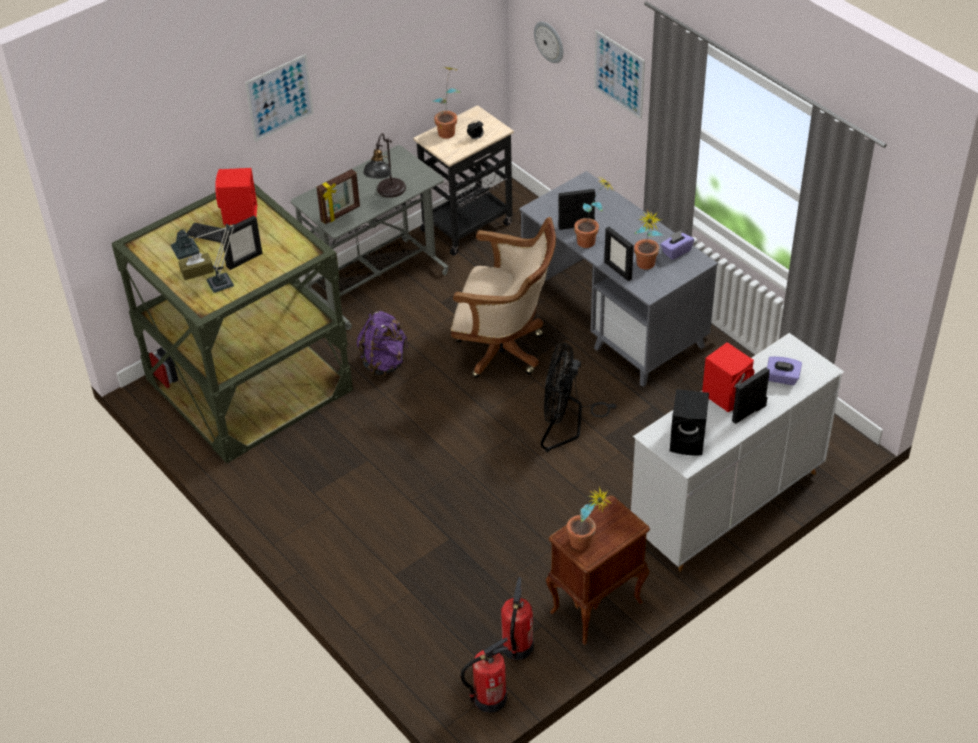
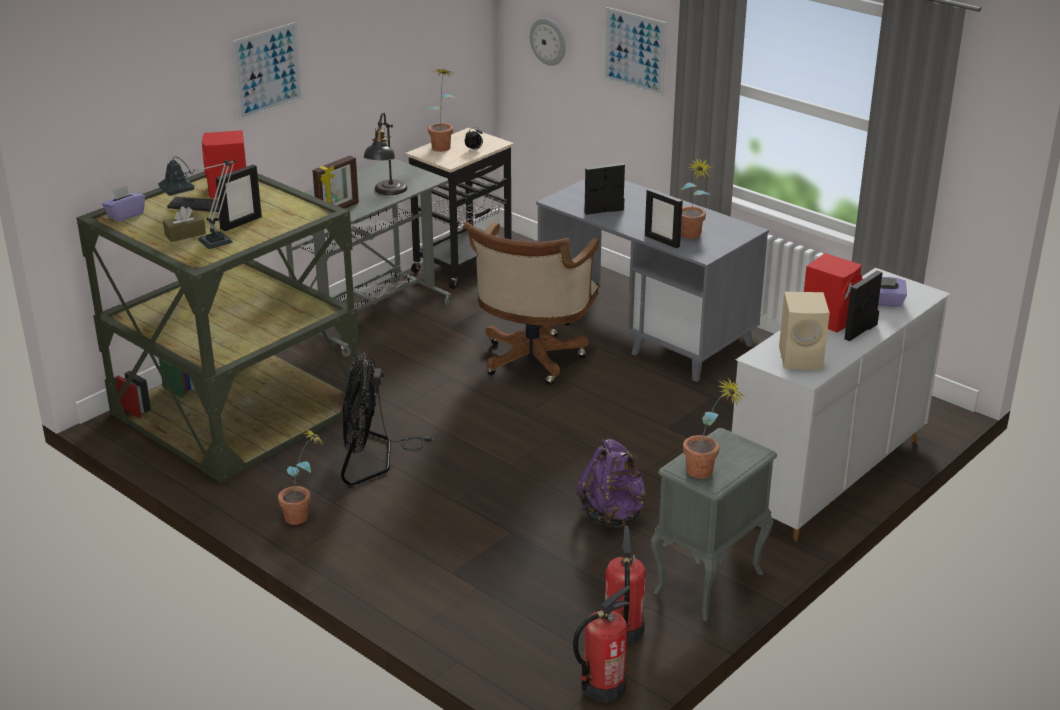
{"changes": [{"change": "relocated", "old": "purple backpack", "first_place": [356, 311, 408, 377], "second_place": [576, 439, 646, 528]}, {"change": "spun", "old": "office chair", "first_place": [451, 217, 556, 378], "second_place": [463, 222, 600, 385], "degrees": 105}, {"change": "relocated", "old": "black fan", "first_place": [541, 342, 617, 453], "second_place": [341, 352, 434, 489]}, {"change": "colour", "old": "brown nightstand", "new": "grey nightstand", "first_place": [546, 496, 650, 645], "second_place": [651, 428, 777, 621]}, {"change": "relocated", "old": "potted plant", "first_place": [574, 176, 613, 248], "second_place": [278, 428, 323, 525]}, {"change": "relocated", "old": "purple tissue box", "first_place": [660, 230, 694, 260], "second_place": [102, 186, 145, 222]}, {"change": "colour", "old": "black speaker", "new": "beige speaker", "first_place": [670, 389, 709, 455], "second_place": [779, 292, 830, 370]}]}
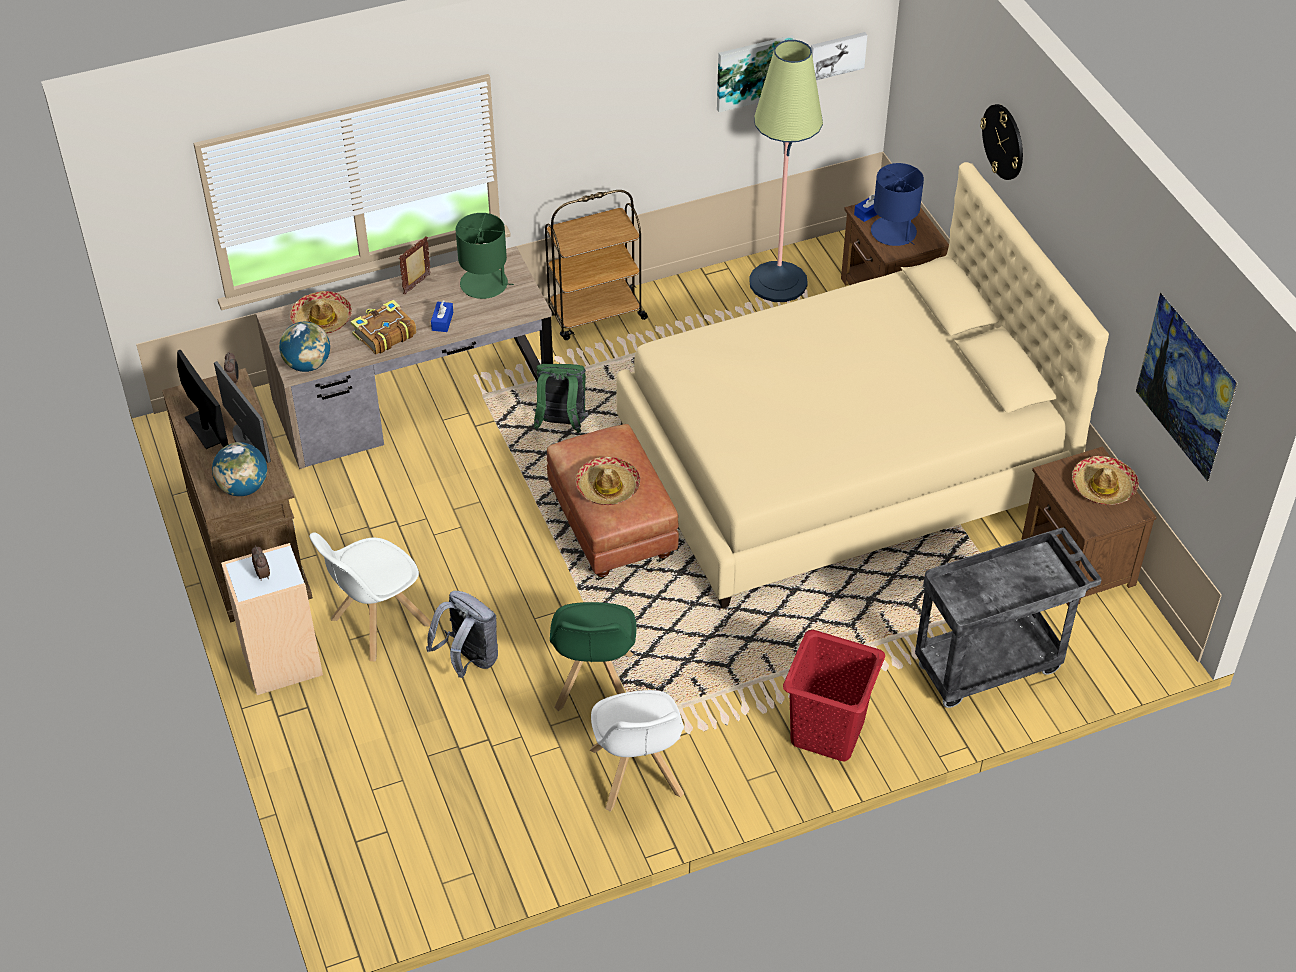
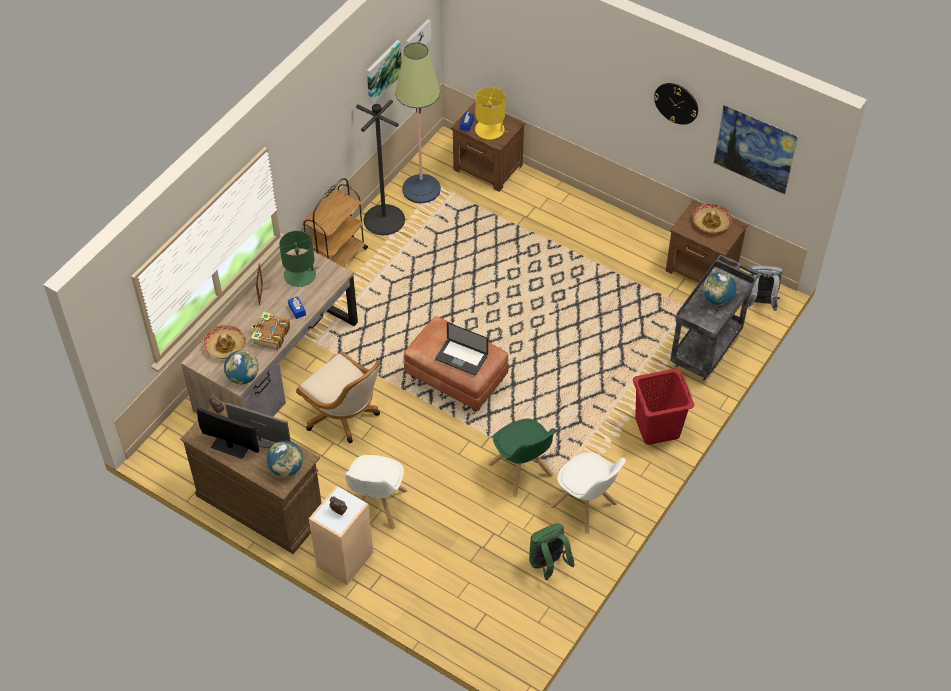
{"changes": [{"change": "relocated", "old": "grey backpack", "first_place": [426, 591, 498, 678], "second_place": [747, 266, 783, 311]}, {"change": "relocated", "old": "green backpack", "first_place": [533, 364, 588, 433], "second_place": [529, 523, 575, 580]}, {"change": "exchanged", "old": "hat", "new": "laptop", "first_place": [575, 457, 641, 505], "second_place": [435, 322, 488, 375]}, {"change": "missing", "old": "beige bed", "first_place": [616, 162, 1109, 608]}, {"change": "colour", "old": "blue table lamp", "new": "yellow table lamp", "first_place": [871, 163, 924, 246], "second_place": [475, 87, 507, 140]}, {"change": "relocated", "old": "wall clock", "first_place": [980, 104, 1023, 180], "second_place": [654, 83, 698, 125]}, {"change": "appeared", "new": "office chair", "second_place": [296, 351, 380, 443]}, {"change": "appeared", "new": "black clothes rack", "second_place": [356, 100, 405, 235]}, {"change": "appeared", "new": "globe", "second_place": [703, 272, 736, 305]}]}
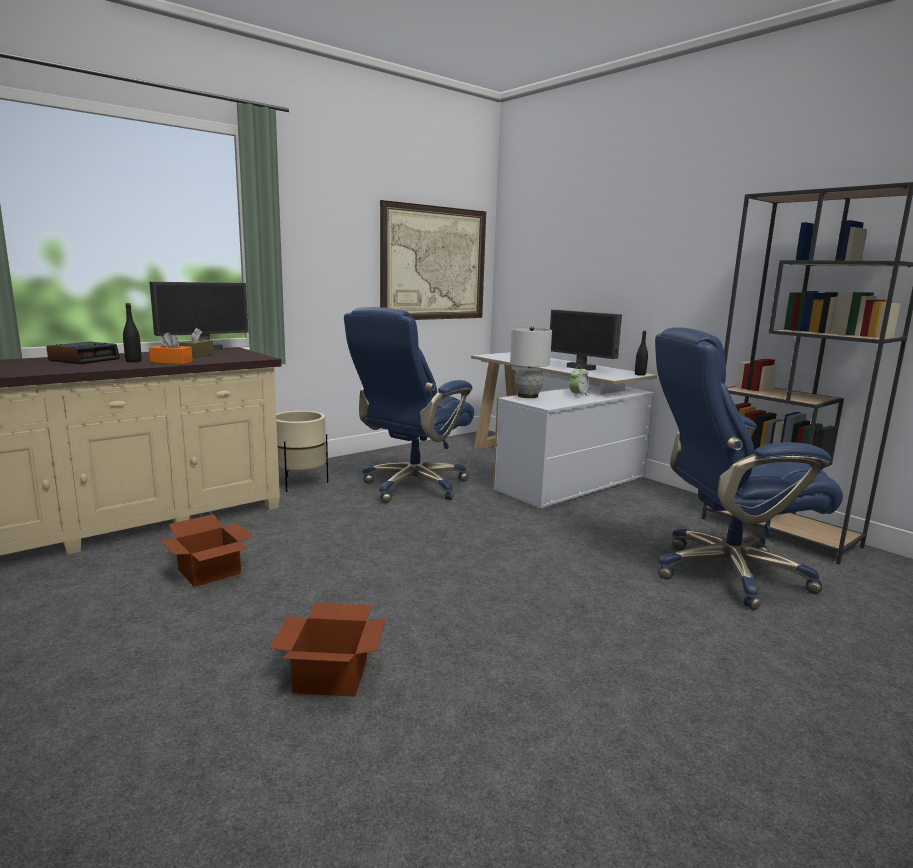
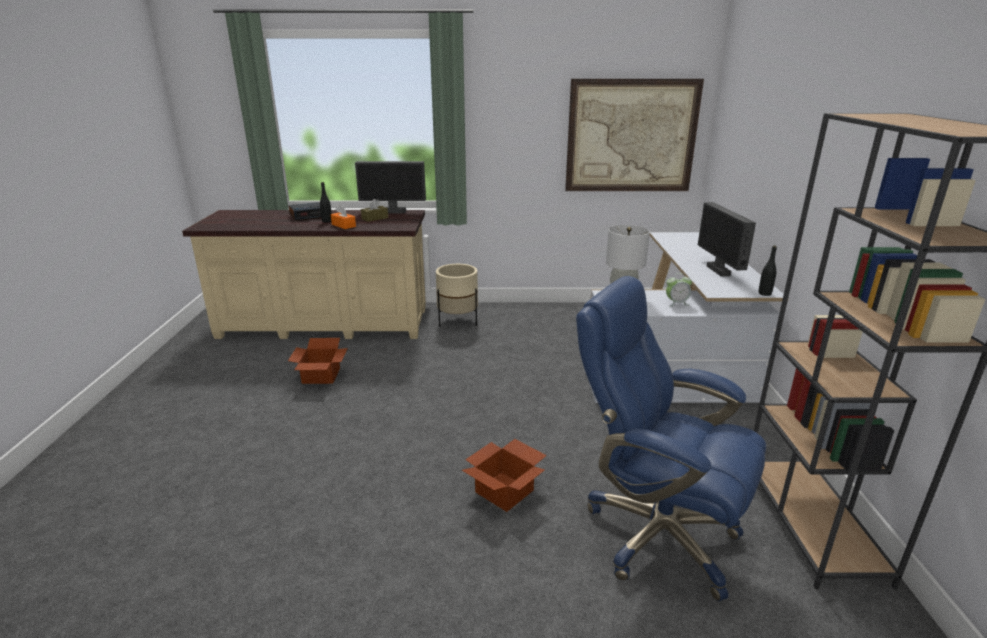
{"changes": [{"change": "relocated", "old": "cardboard box", "first_place": [269, 603, 386, 697], "second_place": [462, 439, 547, 512]}, {"change": "missing", "old": "blue office chair", "first_place": [344, 307, 474, 503]}]}
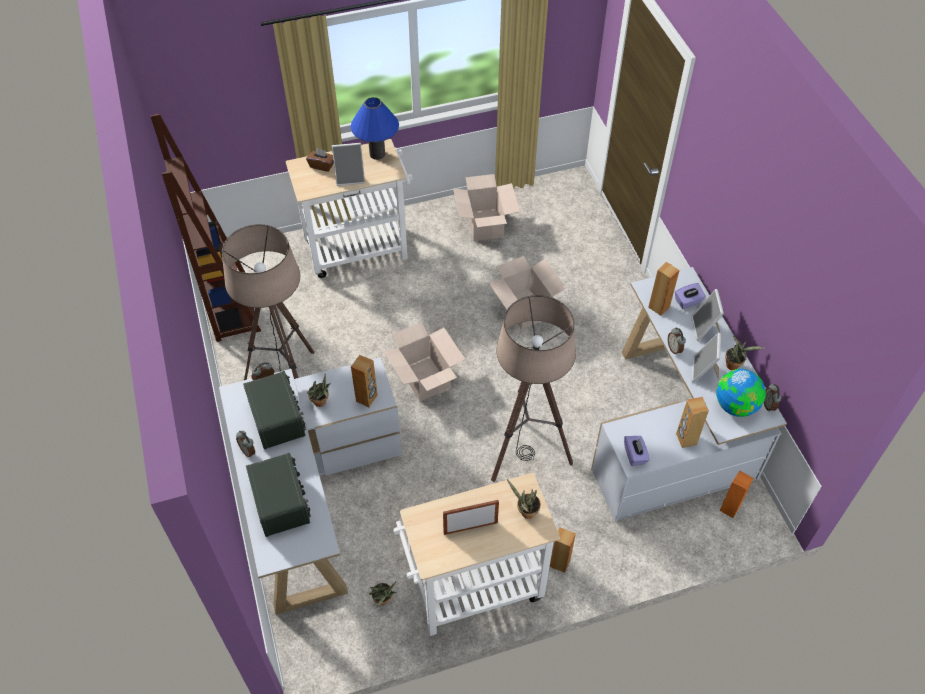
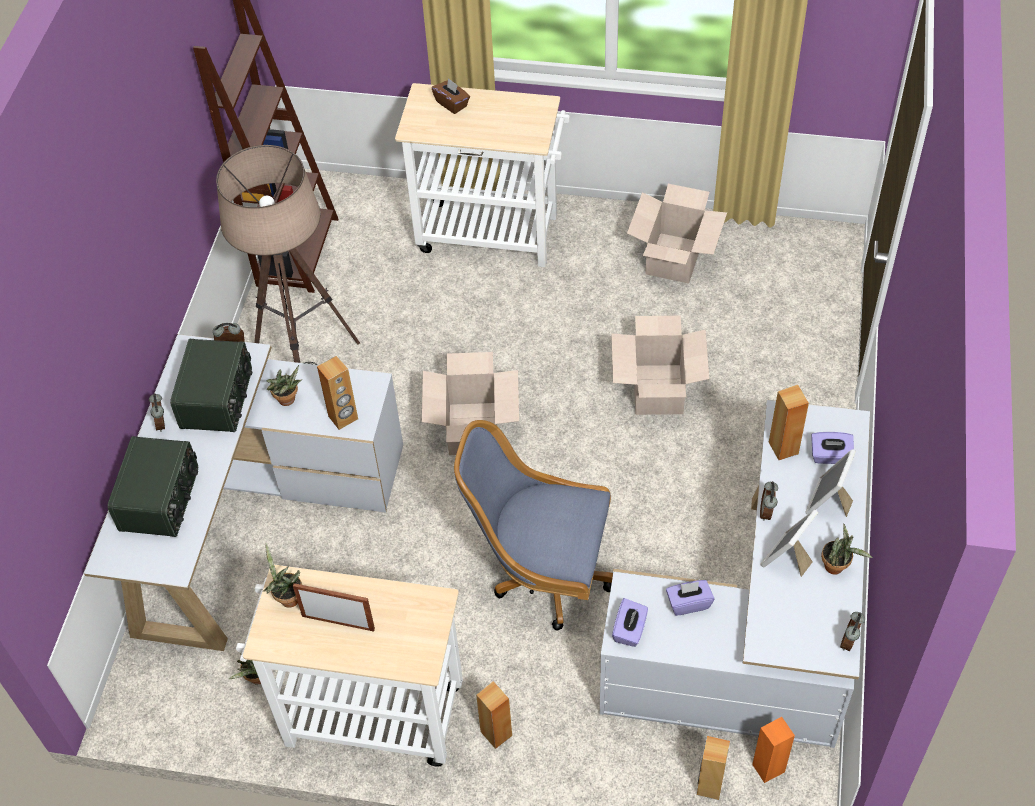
{"changes": [{"change": "missing", "old": "picture frame", "first_place": [332, 143, 365, 186]}, {"change": "missing", "old": "blue table lamp", "first_place": [350, 97, 399, 160]}, {"change": "exchanged", "old": "floor lamp", "new": "blue office chair", "first_place": [491, 295, 576, 482], "second_place": [454, 420, 613, 630]}, {"change": "relocated", "old": "potted plant", "first_place": [507, 479, 541, 519], "second_place": [263, 543, 302, 608]}, {"change": "relocated", "old": "brown speaker", "first_place": [676, 397, 709, 448], "second_place": [697, 736, 730, 800]}, {"change": "missing", "old": "globe", "first_place": [716, 369, 766, 417]}, {"change": "appeared", "new": "purple tissue box", "second_place": [666, 580, 714, 616]}]}
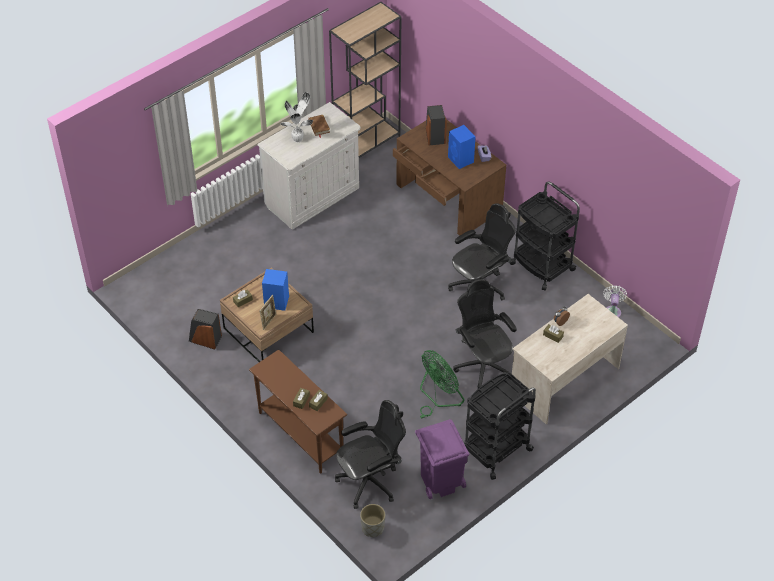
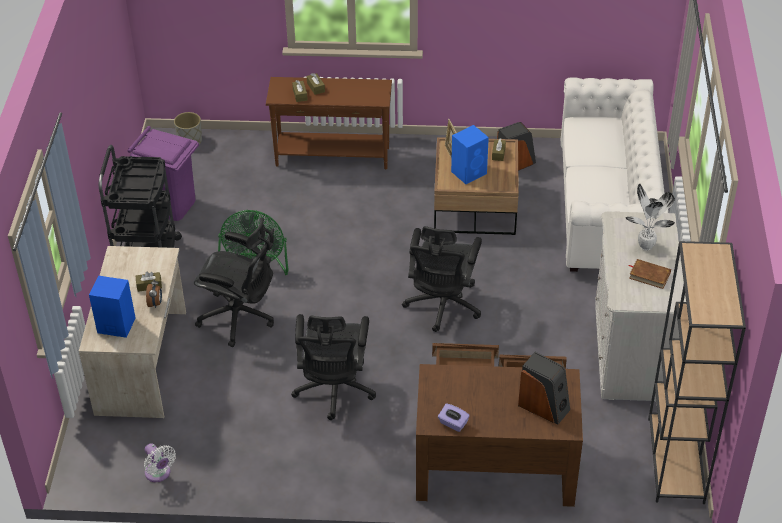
{"changes": [{"change": "relocated", "old": "office chair", "first_place": [335, 400, 406, 509], "second_place": [402, 226, 482, 332]}, {"change": "relocated", "old": "blue speaker", "first_place": [448, 125, 476, 169], "second_place": [89, 276, 135, 338]}, {"change": "missing", "old": "black cart", "first_place": [509, 182, 580, 291]}, {"change": "appeared", "new": "white sofa", "second_place": [561, 77, 669, 272]}]}
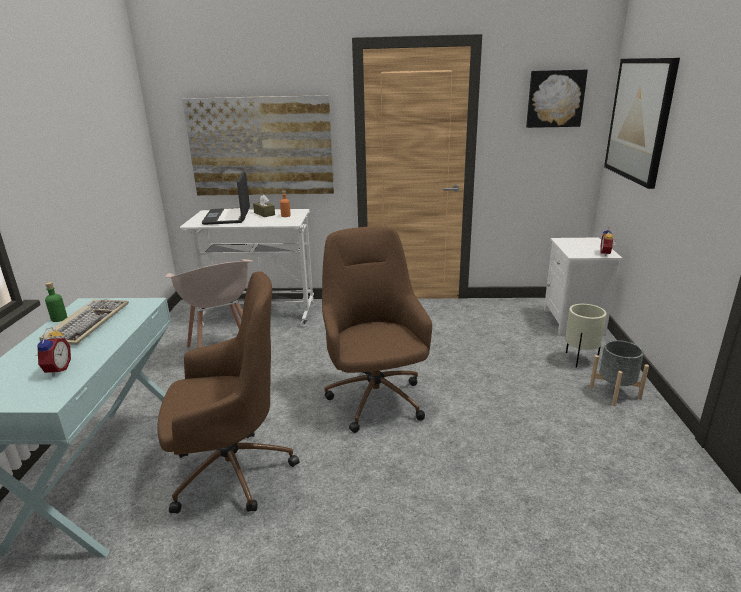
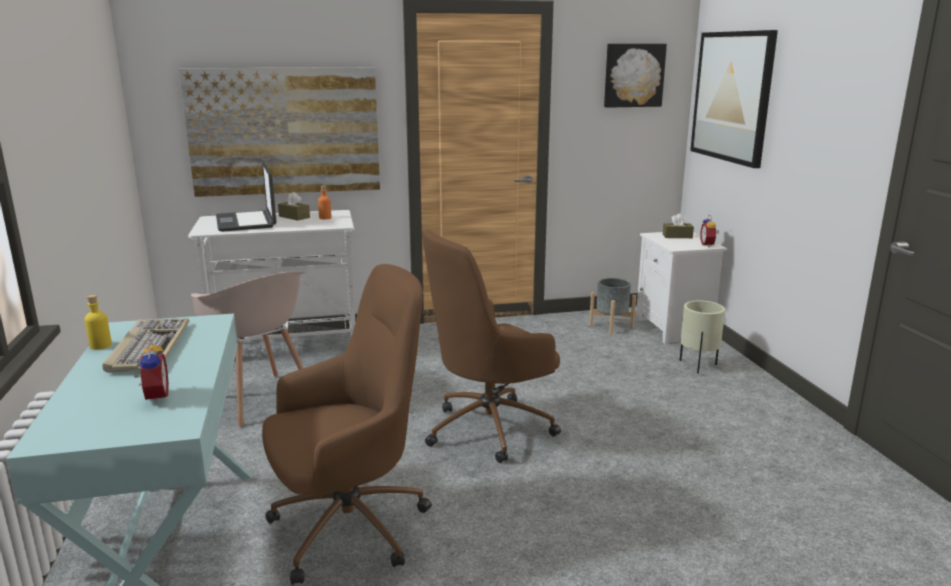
{"changes": [{"change": "colour", "old": "green bottle", "new": "yellow bottle", "first_place": [45, 282, 67, 322], "second_place": [85, 295, 112, 350]}, {"change": "spun", "old": "brown office chair", "first_place": [322, 226, 432, 433], "second_place": [422, 230, 561, 463], "degrees": -90}, {"change": "relocated", "old": "grey planter", "first_place": [589, 340, 649, 406], "second_place": [589, 278, 636, 334]}, {"change": "appeared", "new": "brown tissue box", "second_place": [663, 213, 694, 238]}]}
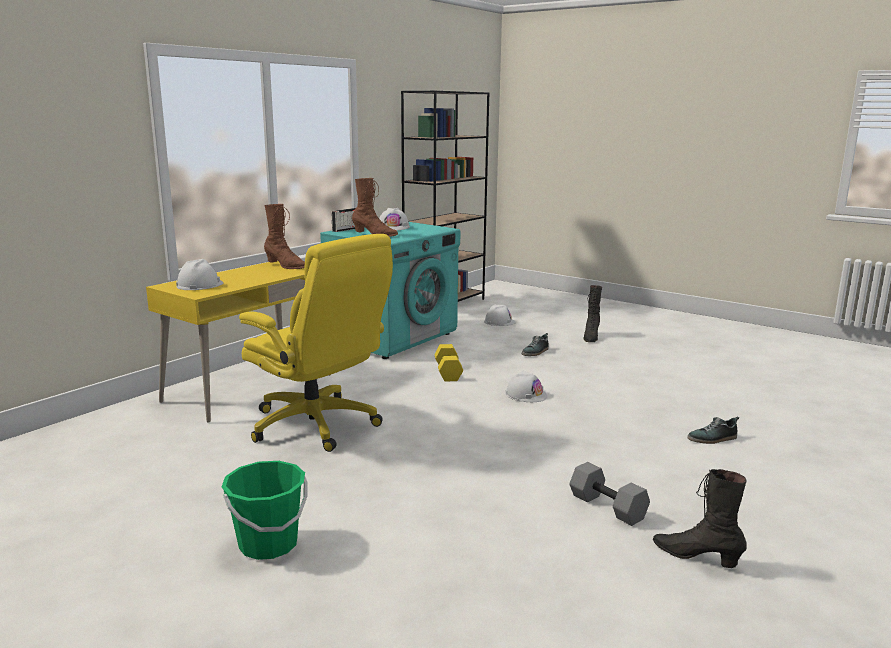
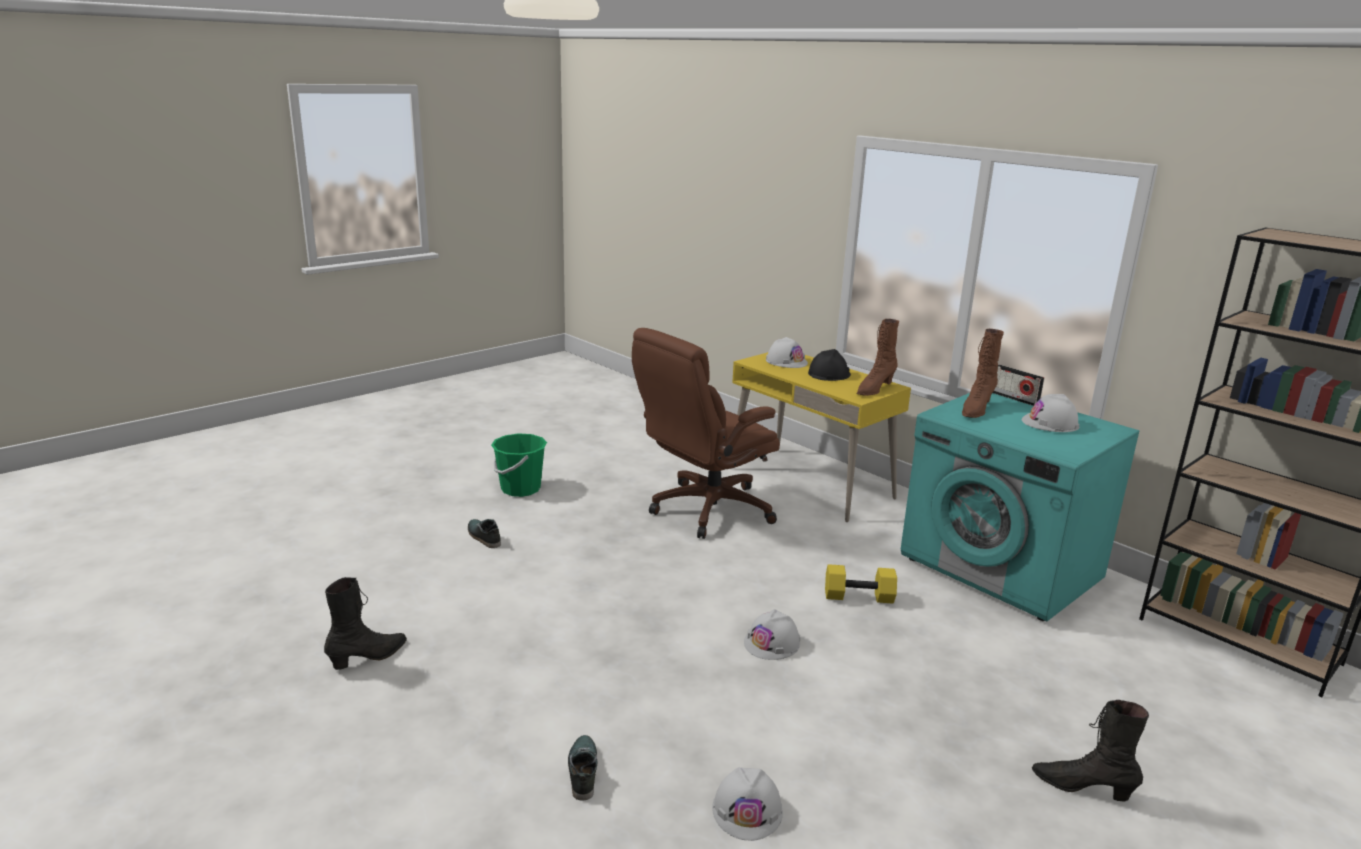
{"changes": [{"change": "colour", "old": "yellow office chair", "new": "brown office chair", "first_place": [239, 234, 393, 452], "second_place": [632, 328, 780, 539]}, {"change": "relocated", "old": "white hard hat", "first_place": [484, 305, 516, 326], "second_place": [712, 767, 783, 841]}, {"change": "relocated", "old": "shoe", "first_place": [521, 333, 549, 356], "second_place": [468, 519, 501, 548]}, {"change": "missing", "old": "grey dumbbell", "first_place": [570, 462, 650, 526]}, {"change": "appeared", "new": "black hard hat", "second_place": [808, 349, 851, 381]}]}
